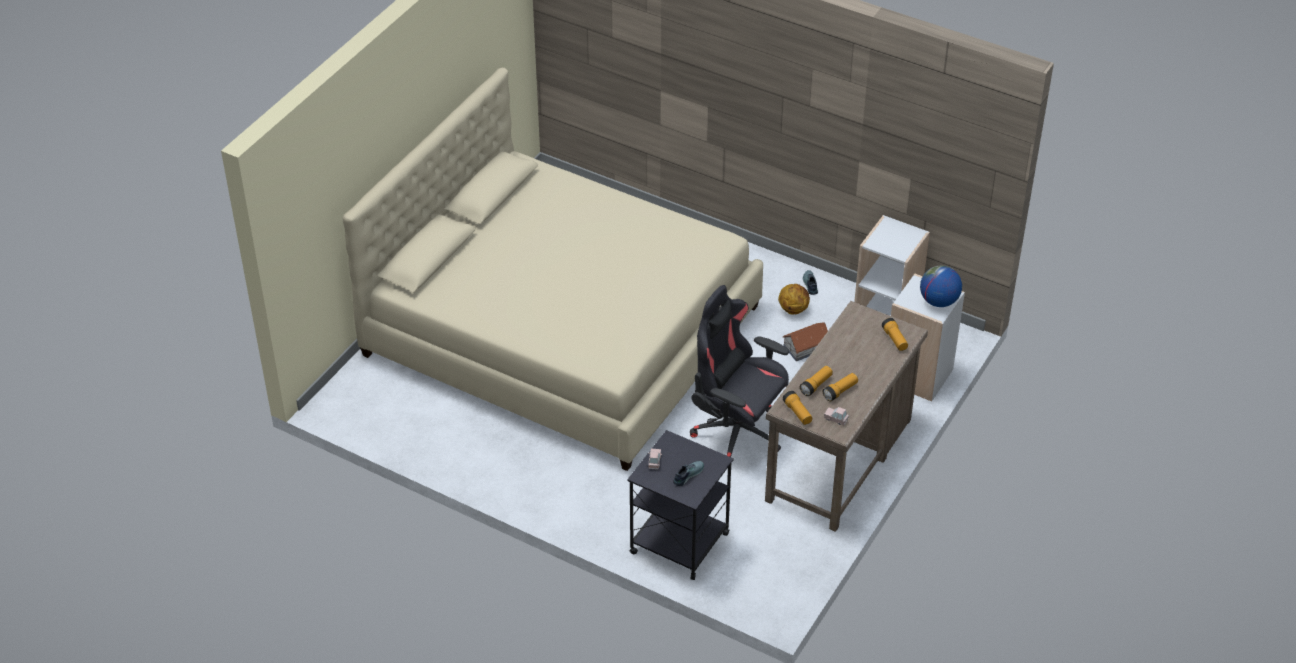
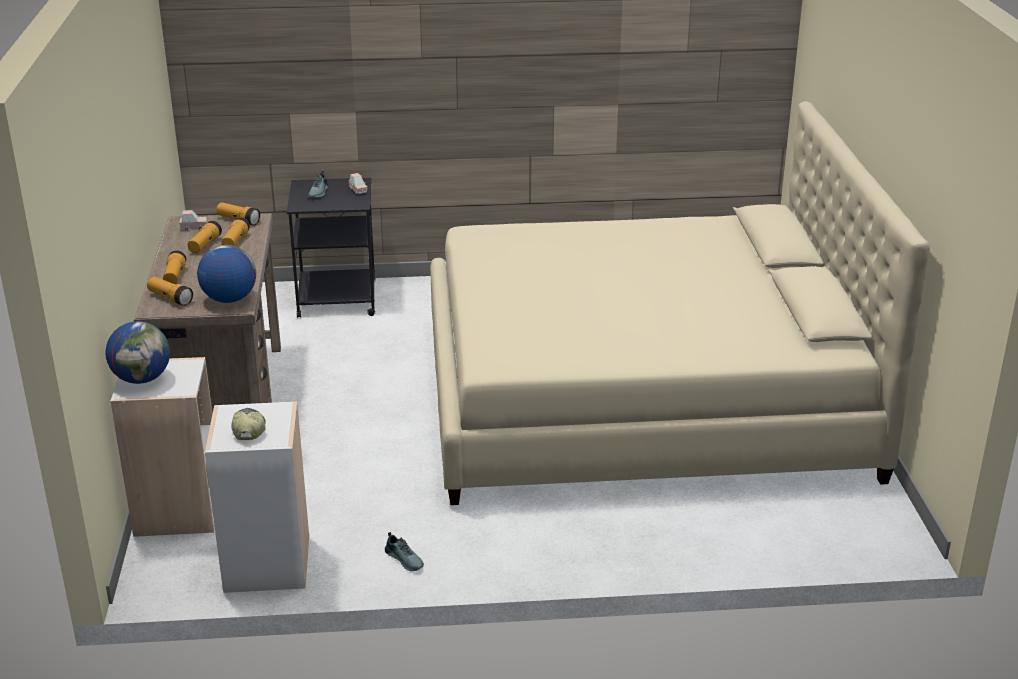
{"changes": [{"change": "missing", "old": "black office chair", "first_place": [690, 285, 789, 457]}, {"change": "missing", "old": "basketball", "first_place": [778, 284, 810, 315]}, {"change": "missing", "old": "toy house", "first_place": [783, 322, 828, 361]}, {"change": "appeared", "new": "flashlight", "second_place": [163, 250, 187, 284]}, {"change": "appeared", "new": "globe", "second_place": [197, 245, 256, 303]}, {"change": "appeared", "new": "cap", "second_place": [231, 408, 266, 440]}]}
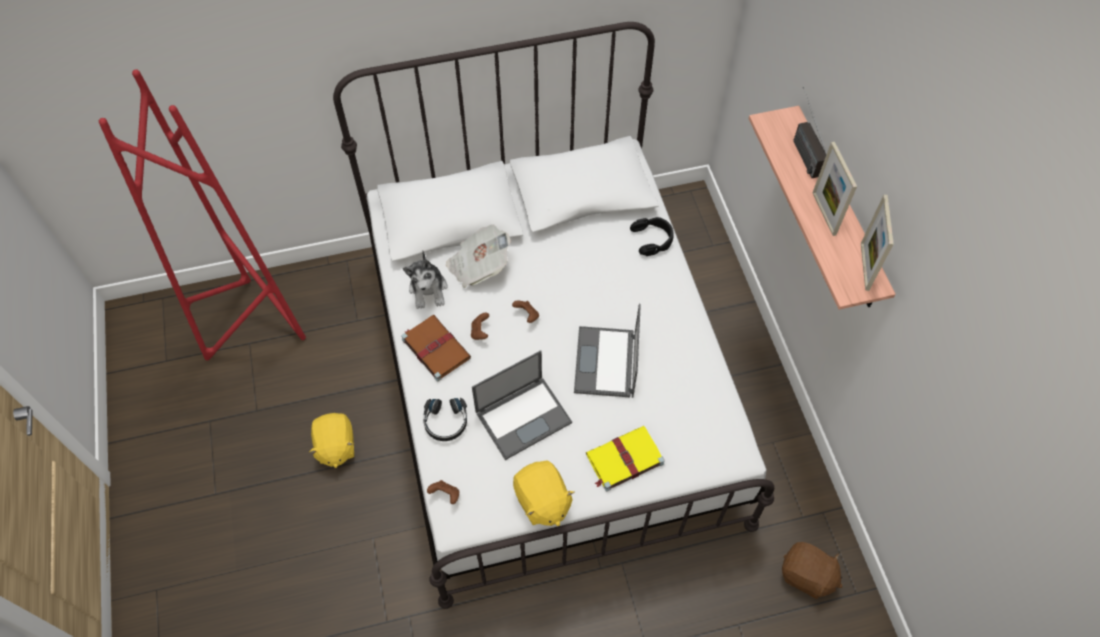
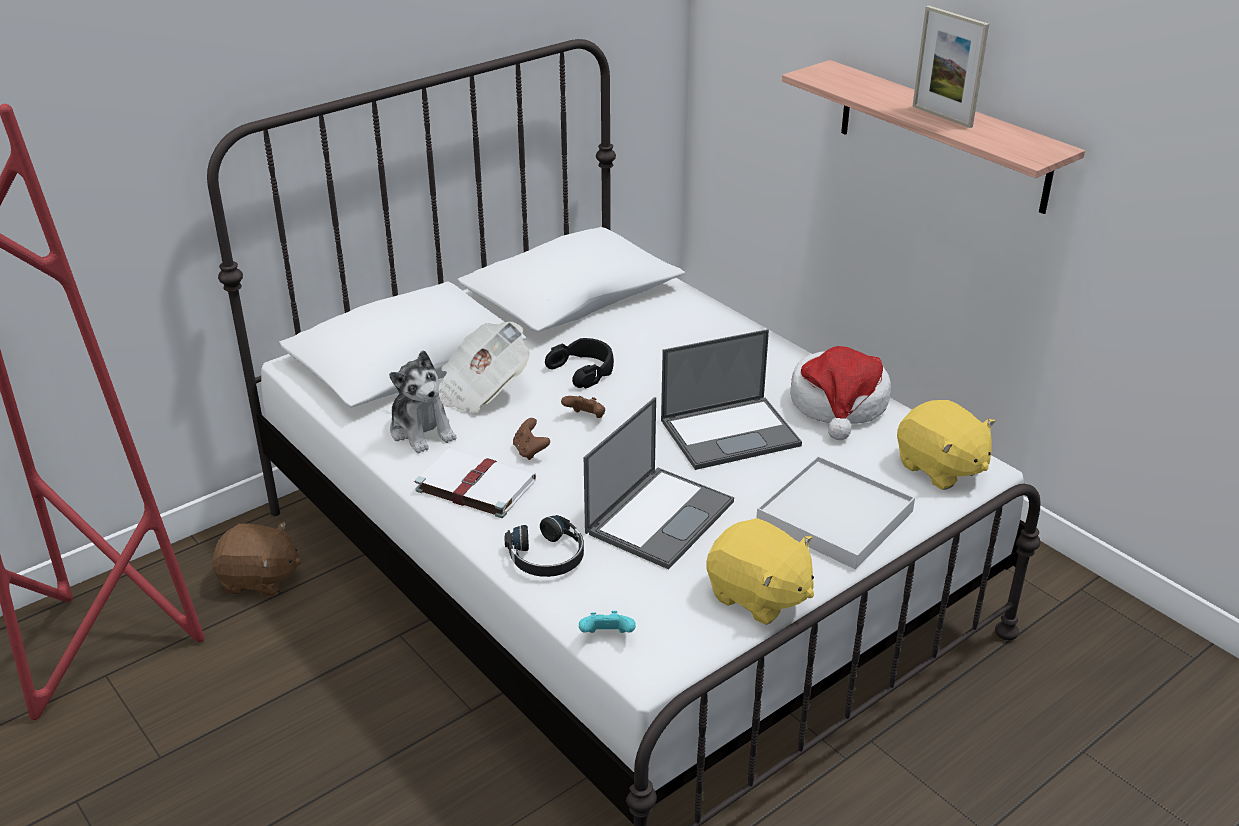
{"changes": [{"change": "relocated", "old": "yellow plush toy", "first_place": [309, 413, 354, 468], "second_place": [897, 400, 995, 490]}, {"change": "colour", "old": "brown book", "new": "white book", "first_place": [401, 315, 471, 381], "second_place": [413, 448, 536, 518]}, {"change": "colour", "old": "brown game controller", "new": "turquoise game controller", "first_place": [427, 480, 459, 504], "second_place": [579, 611, 636, 633]}, {"change": "spun", "old": "laptop", "first_place": [574, 304, 641, 398], "second_place": [661, 329, 802, 470], "degrees": -90}, {"change": "exchanged", "old": "yellow book", "new": "white tray", "first_place": [586, 426, 665, 491], "second_place": [756, 456, 915, 569]}, {"change": "relocated", "old": "black headphones", "first_place": [630, 217, 674, 256], "second_place": [545, 338, 614, 388]}, {"change": "relocated", "old": "brown plush toy", "first_place": [782, 542, 842, 599], "second_place": [212, 522, 301, 596]}, {"change": "missing", "old": "radio", "first_place": [793, 87, 827, 178]}, {"change": "missing", "old": "picture frame", "first_place": [861, 195, 894, 291]}, {"change": "appeared", "new": "hat", "second_place": [790, 346, 891, 440]}]}
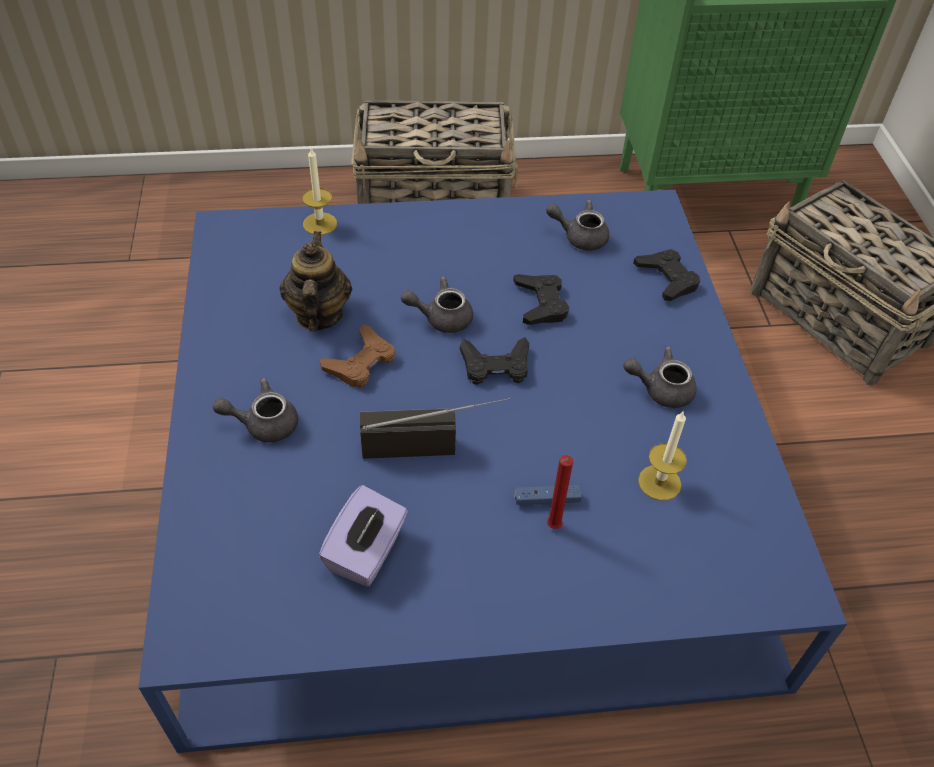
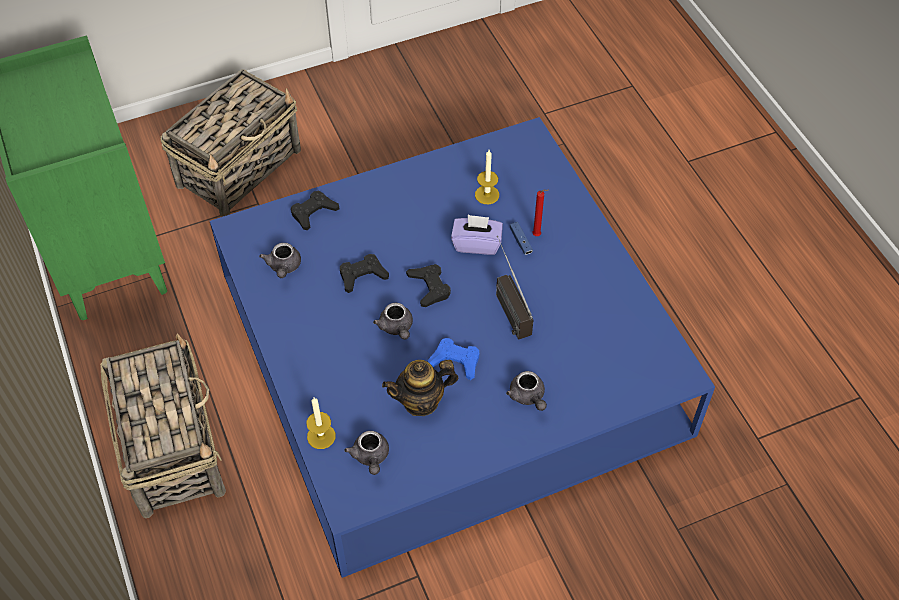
{"changes": [{"change": "relocated", "old": "purple tissue box", "first_place": [318, 485, 408, 586], "second_place": [451, 215, 503, 255]}, {"change": "colour", "old": "brown game controller", "new": "blue game controller", "first_place": [320, 324, 395, 388], "second_place": [428, 338, 479, 380]}, {"change": "relocated", "old": "grey teapot", "first_place": [623, 346, 696, 408], "second_place": [344, 431, 389, 475]}]}
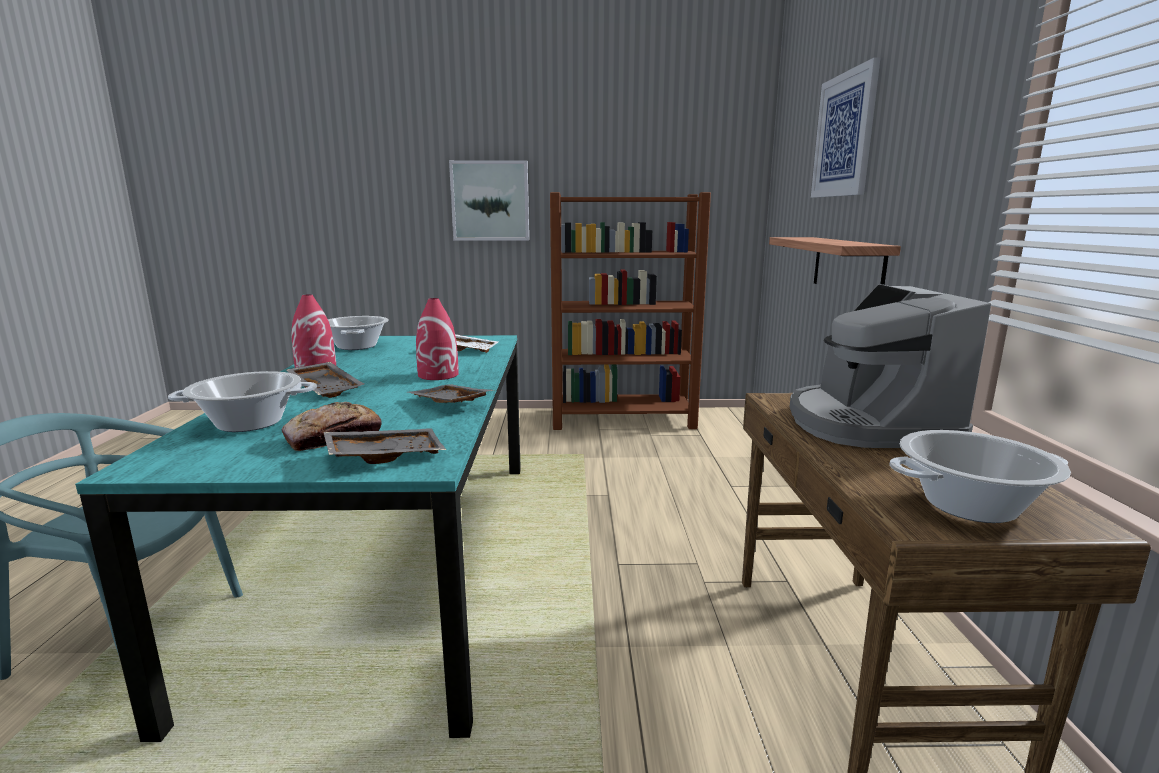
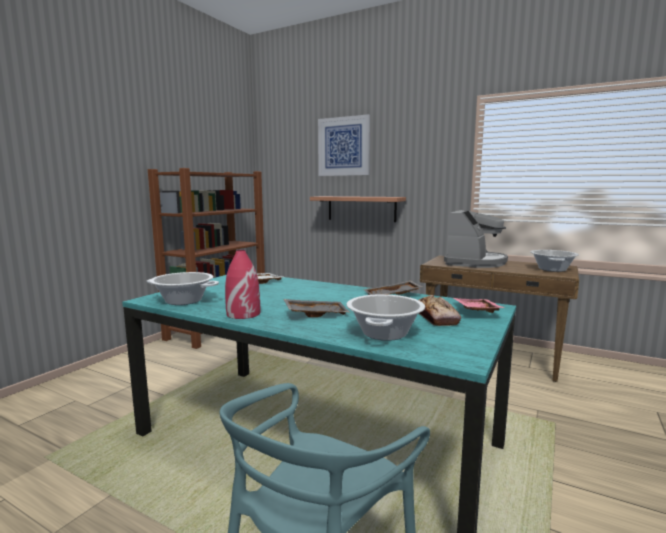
{"changes": [{"change": "colour", "old": "grey tray", "new": "pink tray", "first_place": [324, 428, 446, 464], "second_place": [454, 298, 504, 313]}, {"change": "missing", "old": "red vase", "first_place": [416, 298, 459, 380]}, {"change": "missing", "old": "picture", "first_place": [449, 160, 529, 241]}, {"change": "spun", "old": "coffee machine", "first_place": [790, 284, 991, 448], "second_place": [444, 210, 508, 268], "degrees": -90}]}
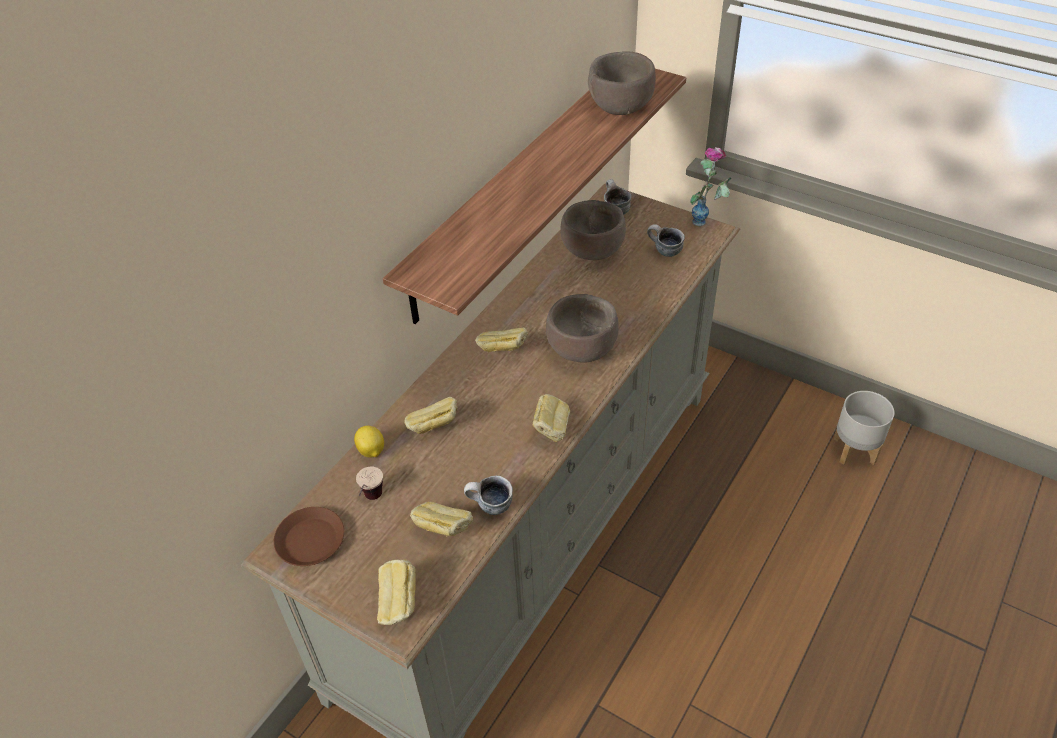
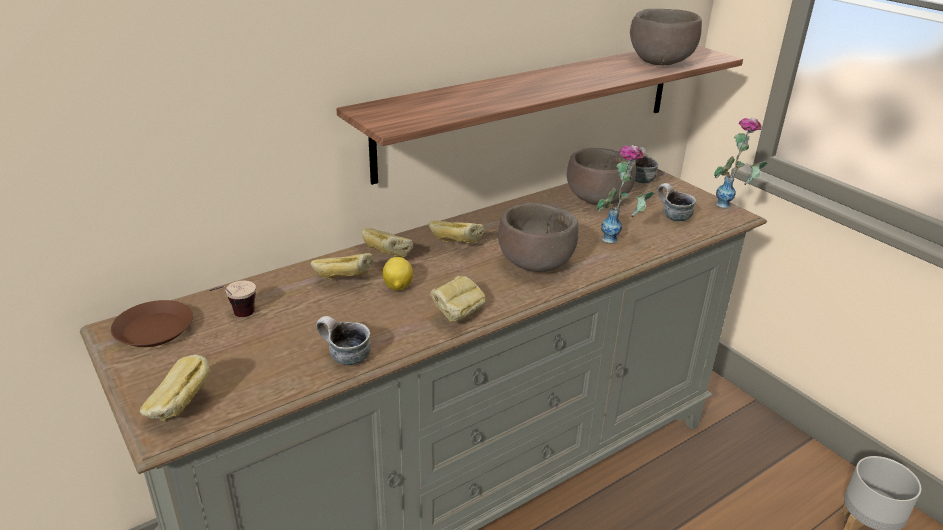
{"changes": [{"change": "relocated", "old": "lemon", "first_place": [354, 426, 384, 458], "second_place": [382, 257, 413, 290]}, {"change": "relocated", "old": "bread", "first_place": [410, 502, 473, 537], "second_place": [361, 228, 413, 257]}, {"change": "appeared", "new": "vase", "second_place": [597, 145, 654, 244]}]}
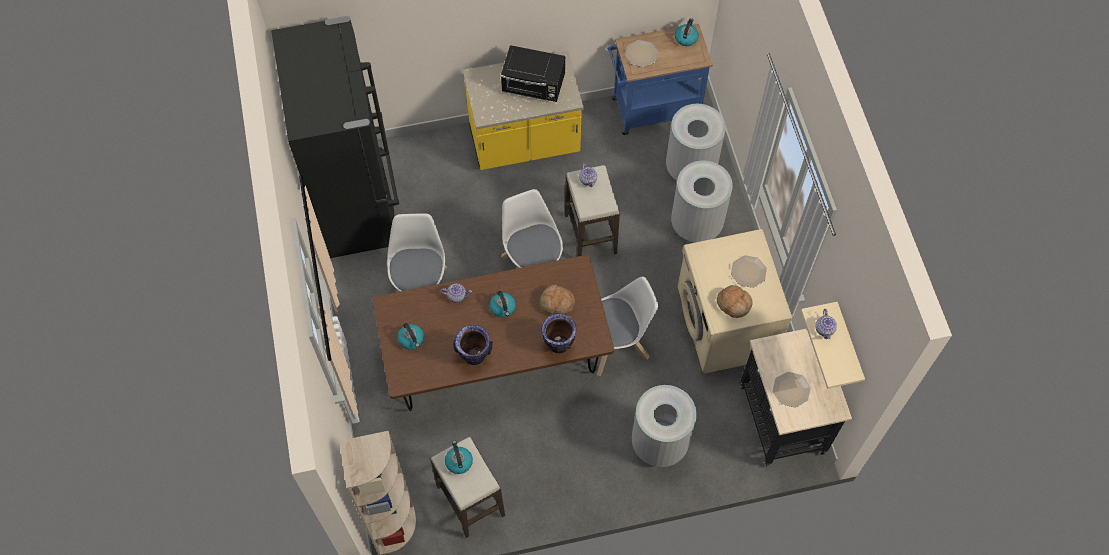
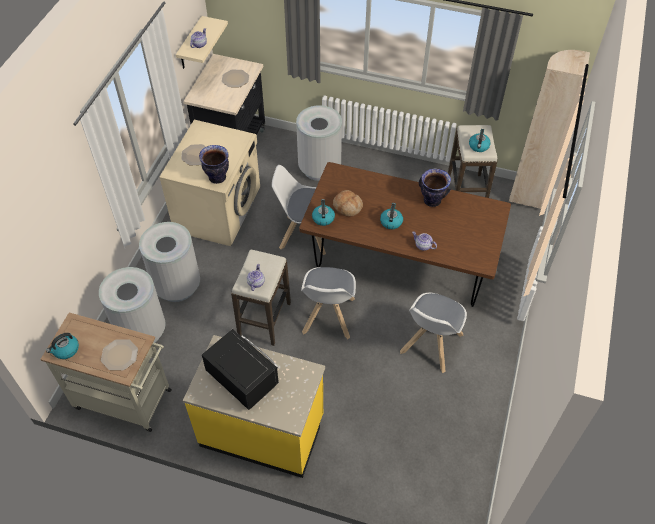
{"changes": [{"change": "missing", "old": "black fridge", "first_place": [271, 16, 399, 258]}, {"change": "relocated", "old": "kettle", "first_place": [398, 323, 424, 350], "second_place": [312, 199, 335, 226]}, {"change": "relocated", "old": "vase", "first_place": [542, 314, 577, 354], "second_place": [199, 145, 229, 184]}, {"change": "colour", "old": "blue cart", "new": "beige cart", "first_place": [607, 24, 713, 135], "second_place": [40, 312, 172, 432]}, {"change": "missing", "old": "bread", "first_place": [717, 285, 753, 318]}]}
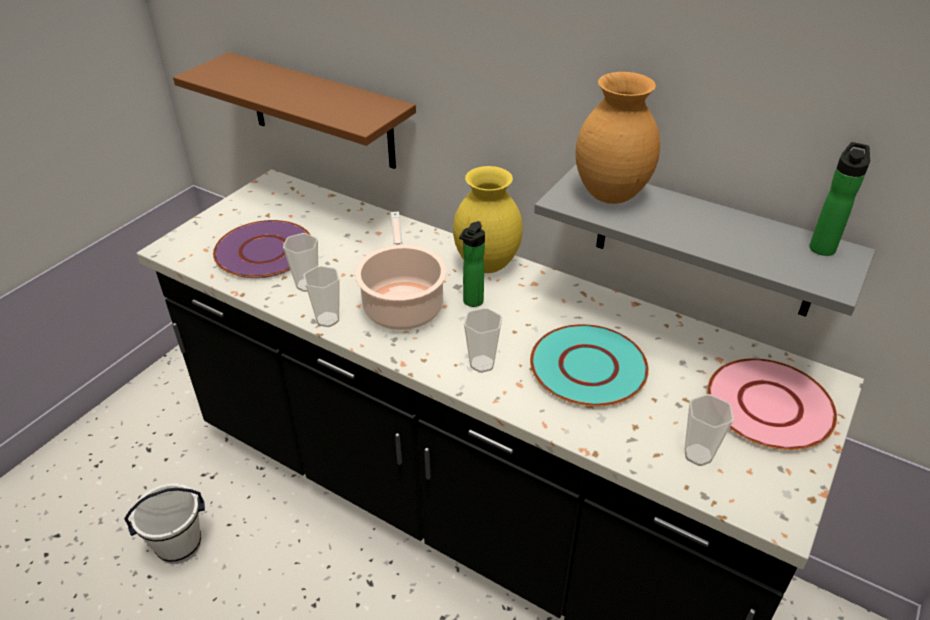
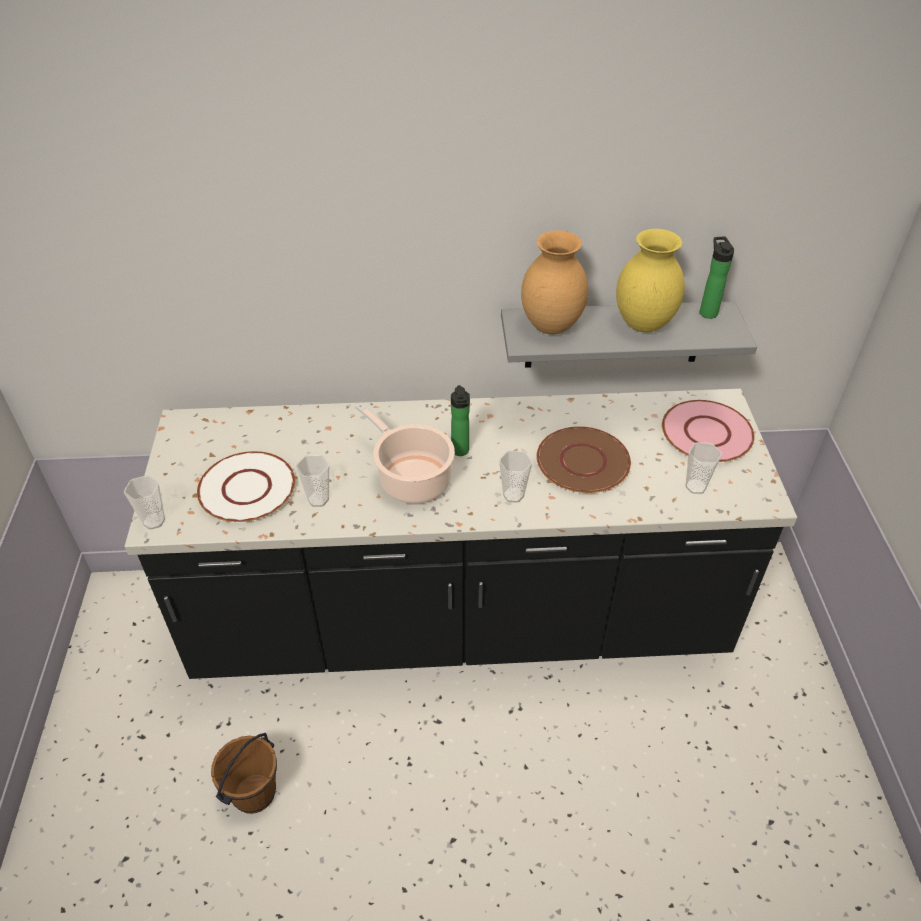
{"changes": [{"change": "colour", "old": "white bucket", "new": "brown bucket", "first_place": [124, 483, 205, 564], "second_place": [211, 733, 277, 814]}, {"change": "missing", "old": "brown shelf", "first_place": [173, 52, 416, 169]}, {"change": "colour", "old": "purple plate", "new": "white plate", "first_place": [213, 220, 311, 278], "second_place": [197, 451, 295, 522]}, {"change": "relocated", "old": "cup", "first_place": [303, 266, 340, 327], "second_place": [124, 475, 165, 530]}, {"change": "relocated", "old": "yellow vase", "first_place": [453, 166, 523, 273], "second_place": [616, 229, 685, 333]}, {"change": "colour", "old": "turquoise plate", "new": "brown plate", "first_place": [530, 324, 649, 407], "second_place": [536, 426, 631, 493]}]}
